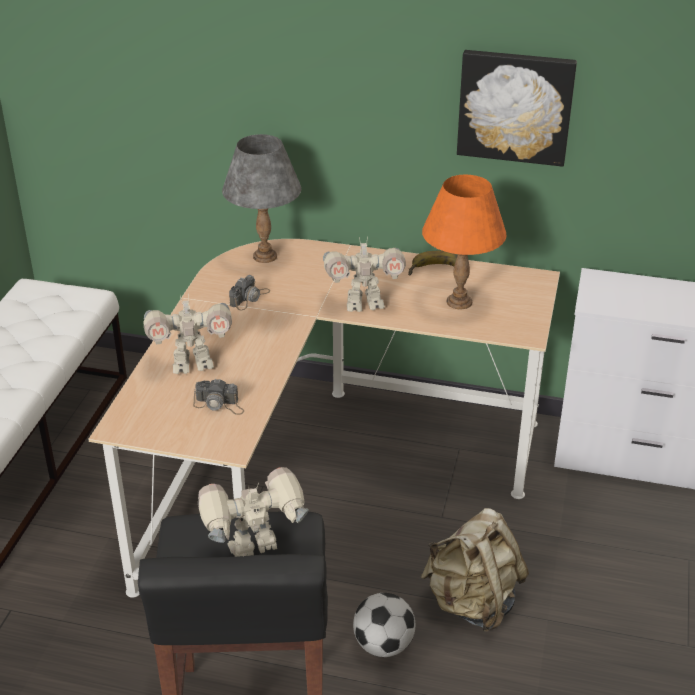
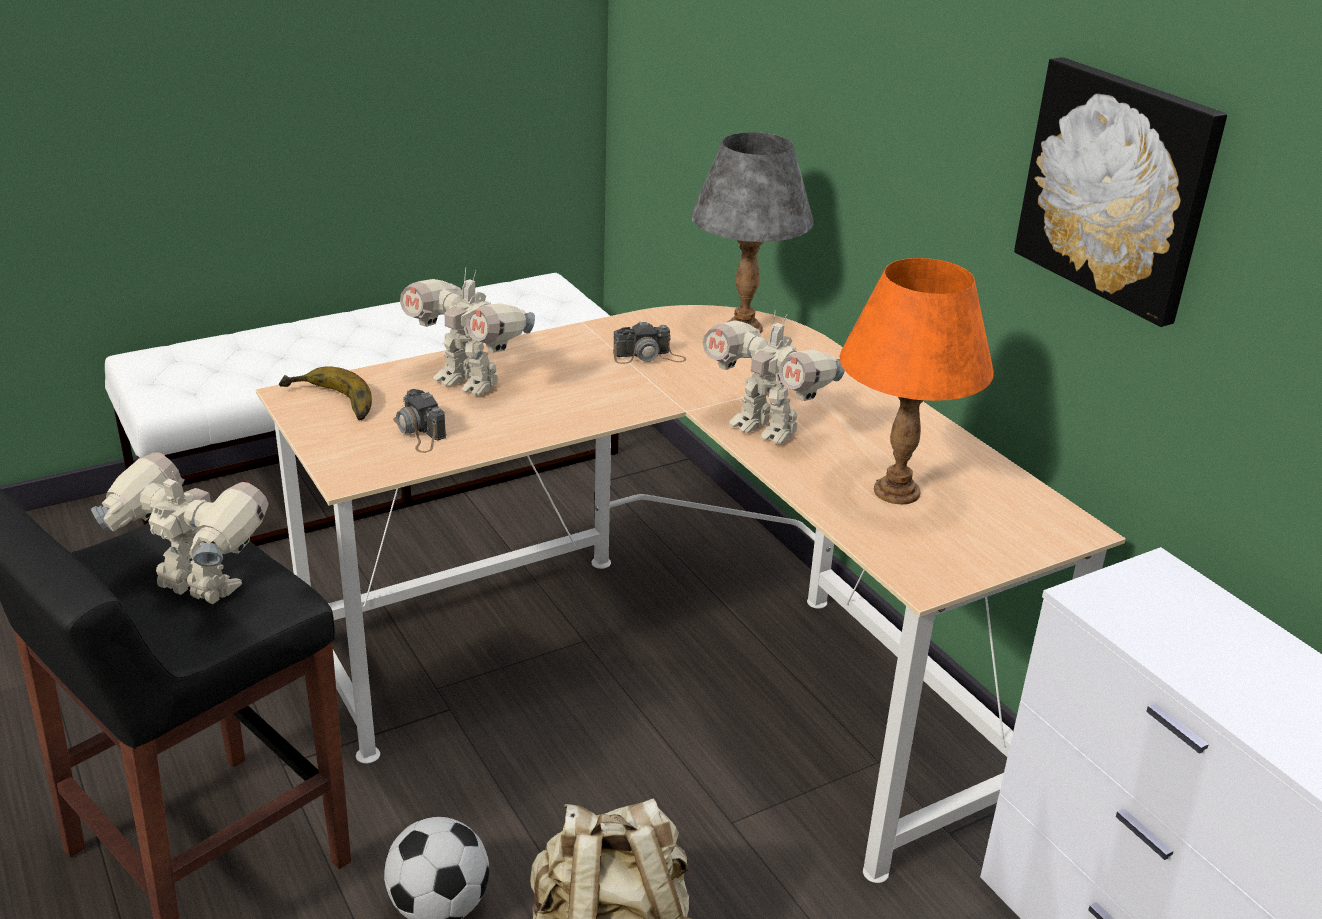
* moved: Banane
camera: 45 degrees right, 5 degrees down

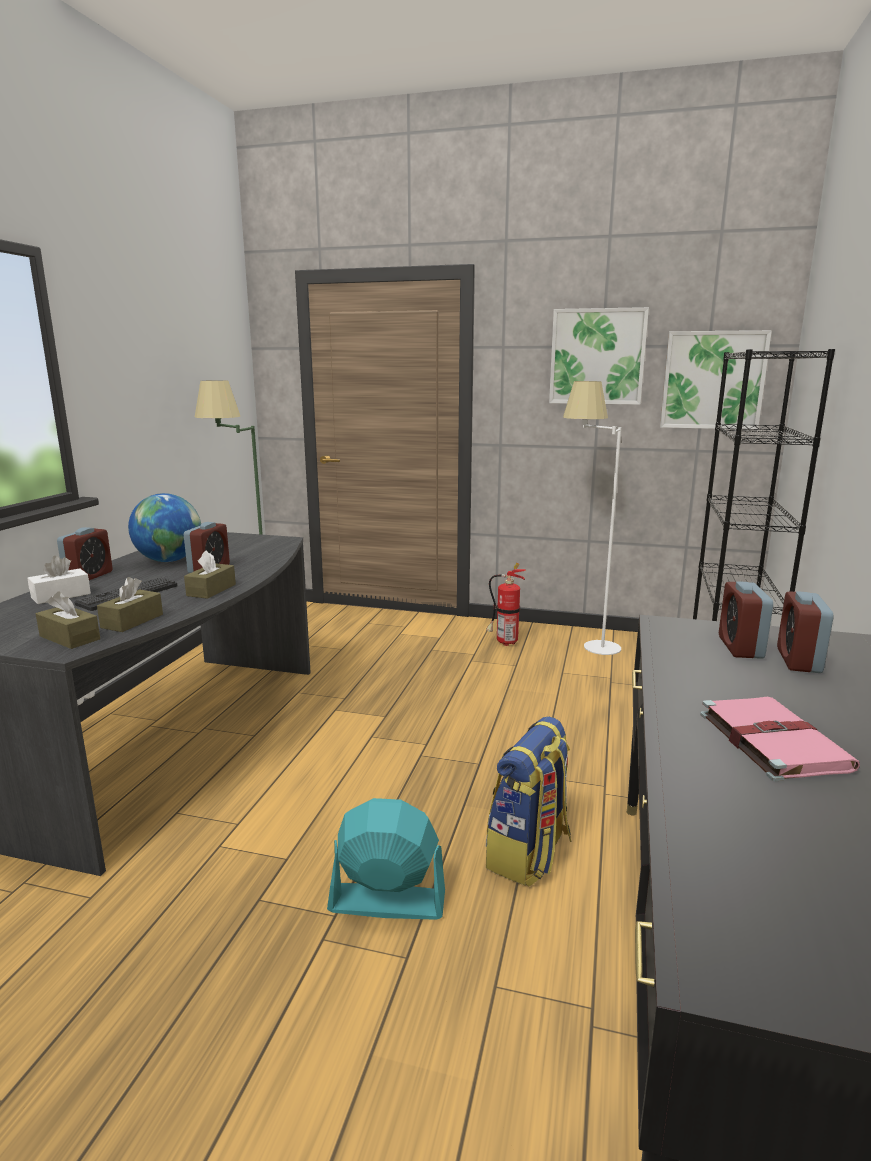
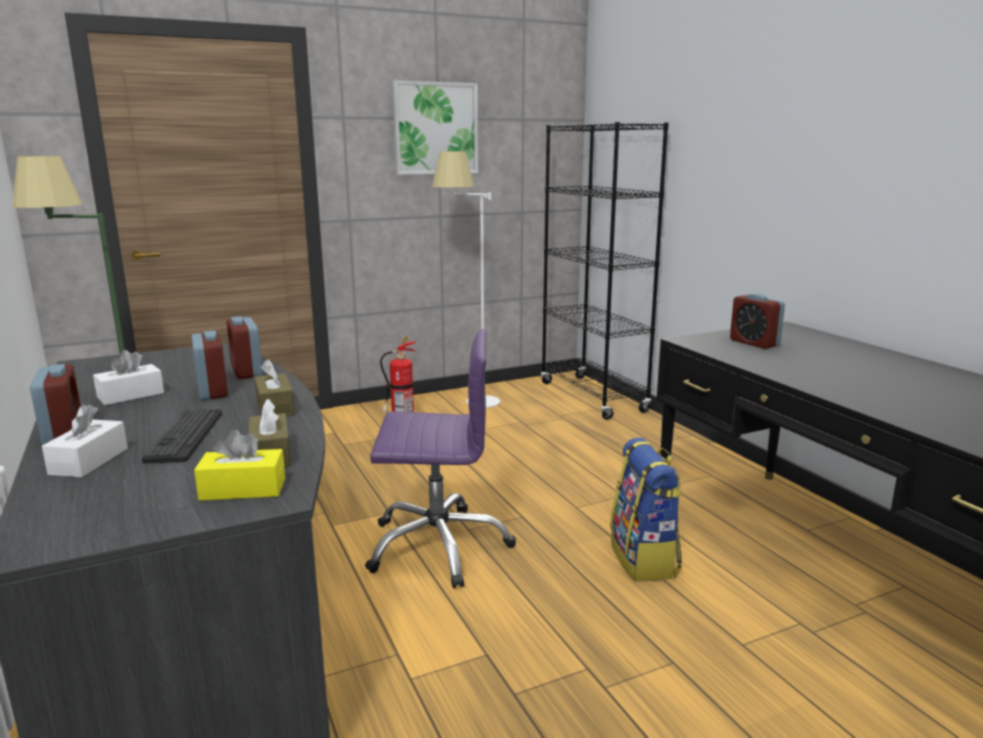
* removed: Bild (2nd from left)
* replaced: Globus to Taschentuchbox/weiß (2nd from left)
* recoloured: Taschentuchbox/braun (1st from left) to Taschentuchbox/gelb
* moved: Wecker (4th from left in the first image) to Wecker (3rd from left)
* removed: Buch/rosa
* removed: Ventilator/türkis
* added: Bürostuhl/lila
camera: 40 degrees left, 0 degrees up

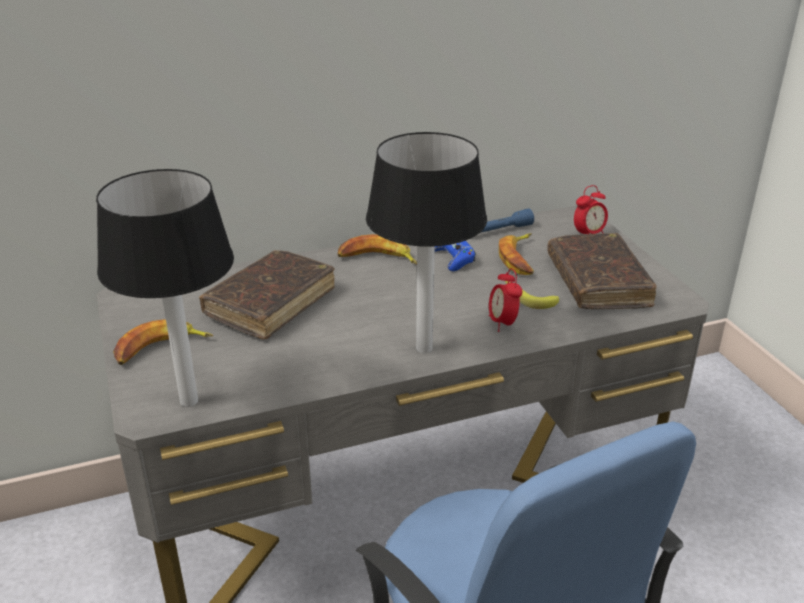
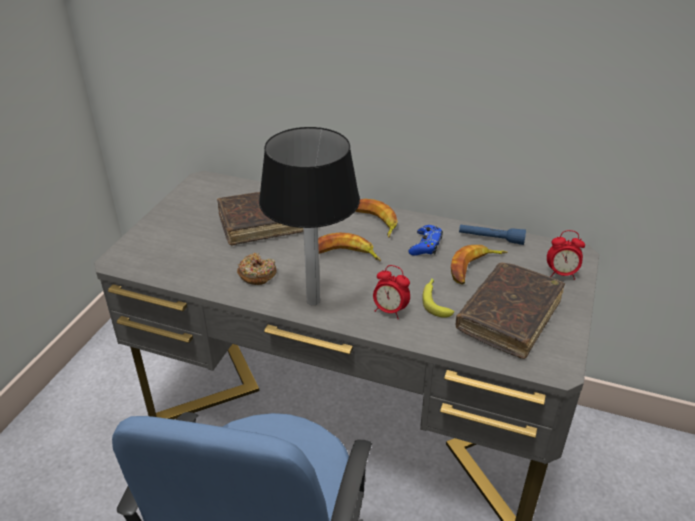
* removed: Tischlampe (1st from left)
* turned: Wecker (1st from left) 90 degrees counterclockwise
* moved: Banane (1st from left)
* added: Donut
camera: 40 degrees right, 5 degrees up

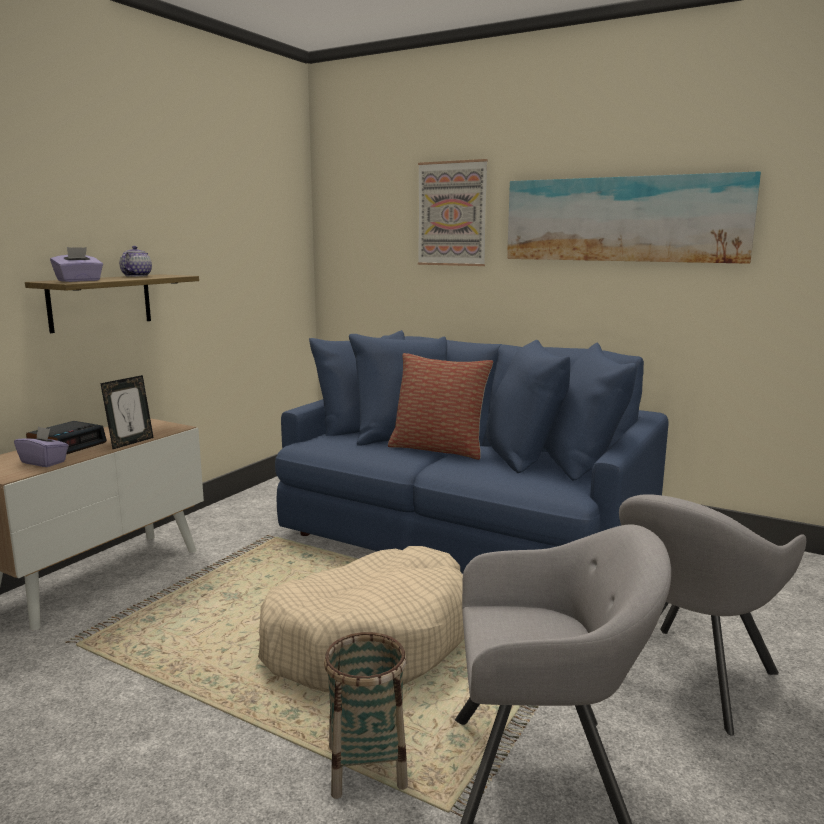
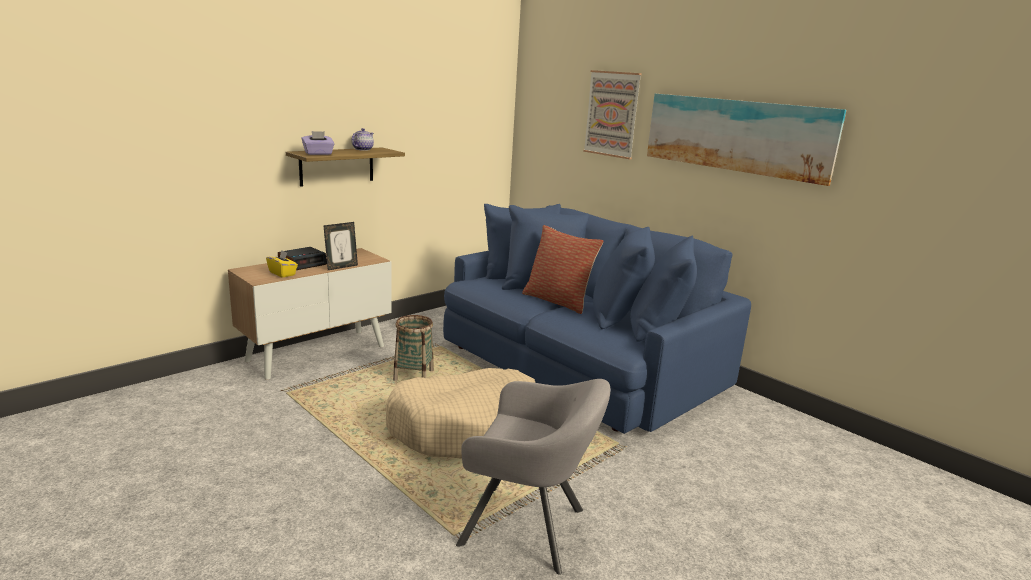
* recoloured: Taschentuchbox/lila (1st from left) to Taschentuchbox/gelb
* removed: Sessel/grau (2nd from left)
* moved: Korb
camera: 15 degrees right, 5 degrees up

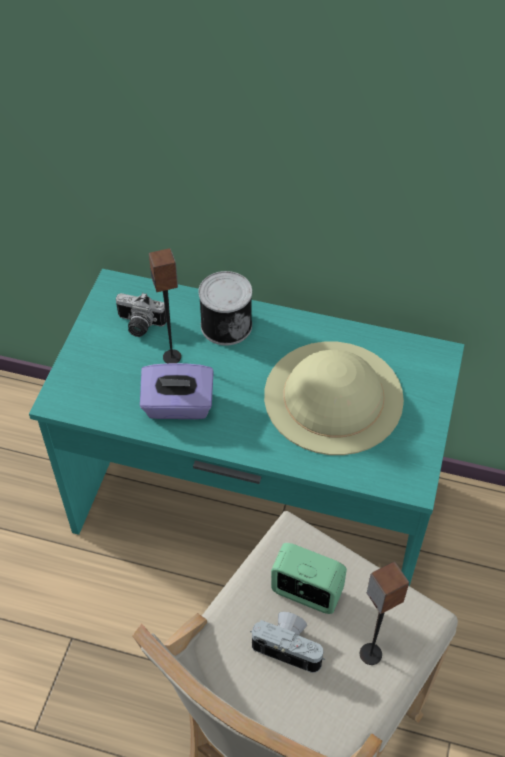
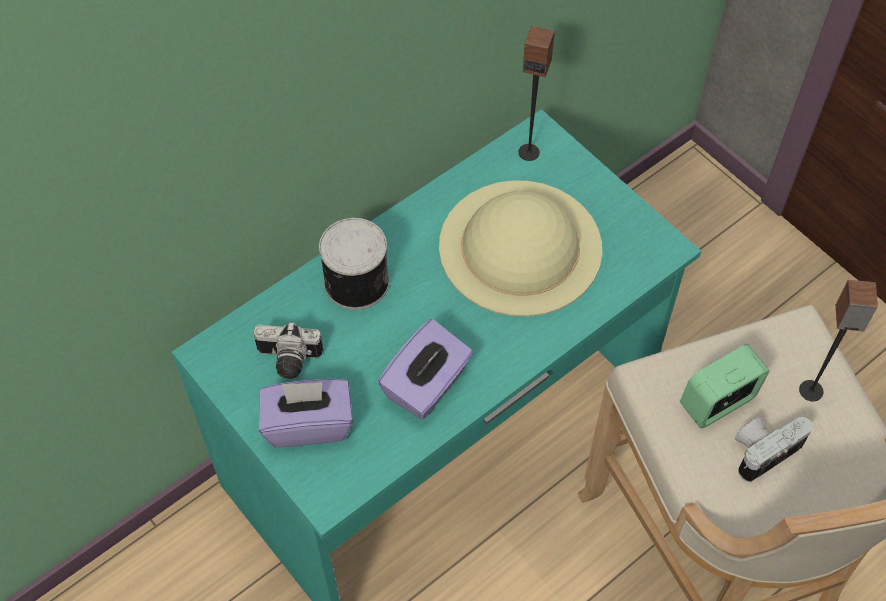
* moved: Lautsprecher (1st from left)
* turned: Kamera (1st from left) 45 degrees clockwise
* added: Taschentuchbox/lila (1st from left)
camera: 55 degrees left, 5 degrees up

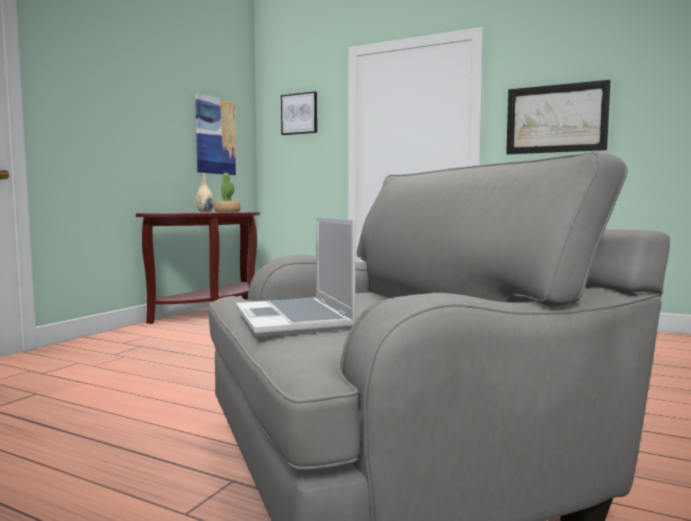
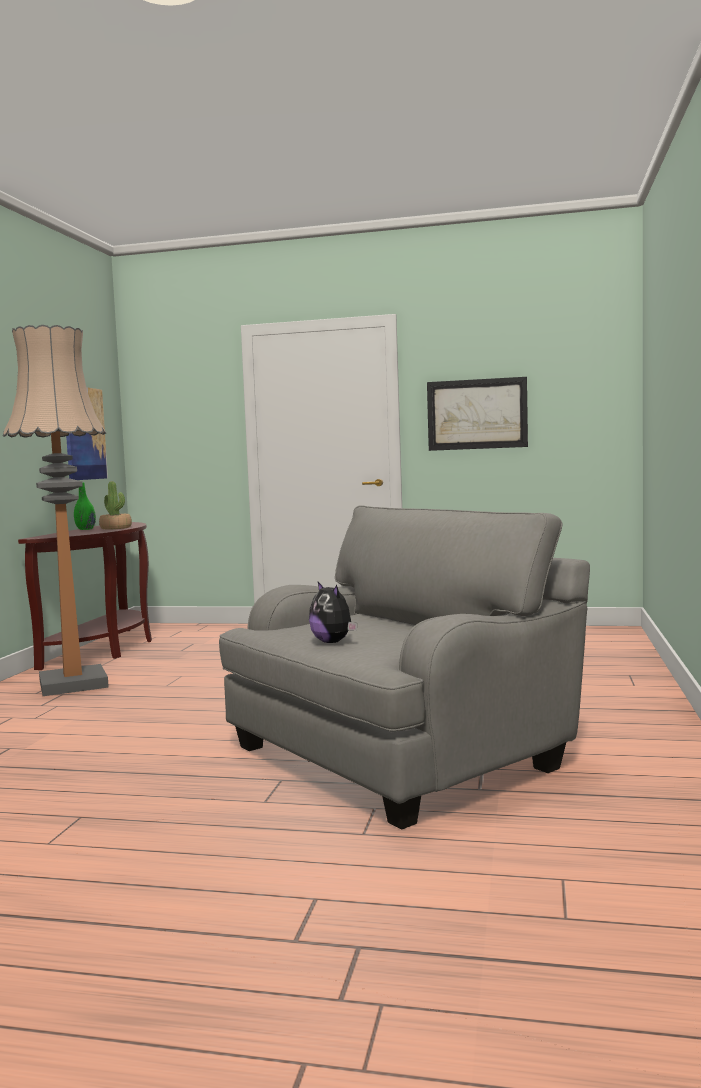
* removed: Bild (2nd from left)
* recoloured: Vase/beige to Vase/grün
* replaced: Laptop to Plüschtier
* added: Stehlampe
camera: 15 degrees left, 0 degrees up

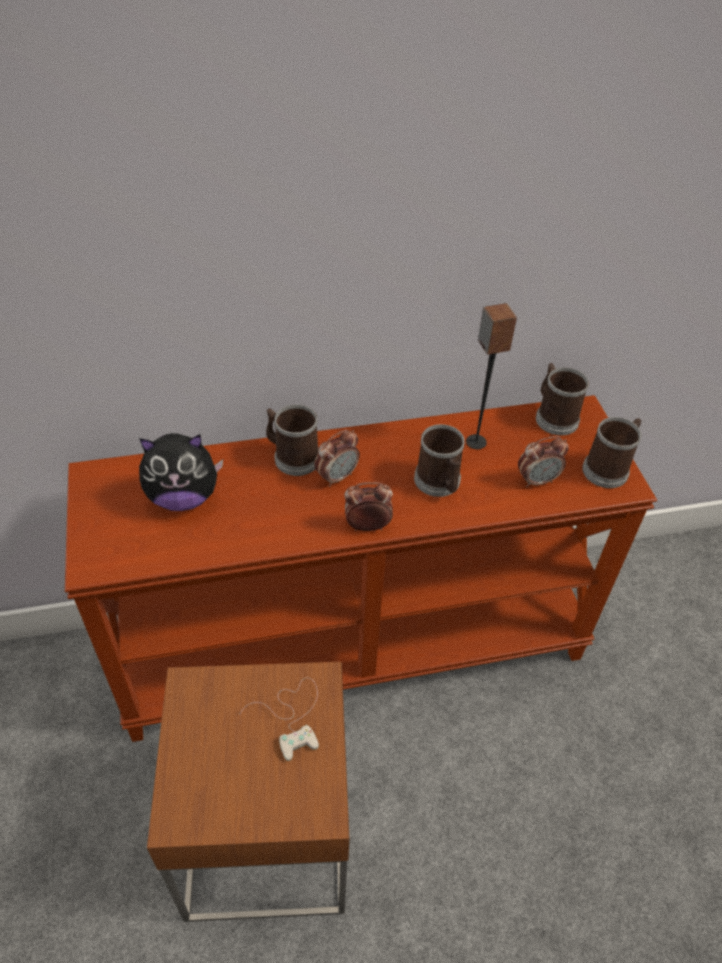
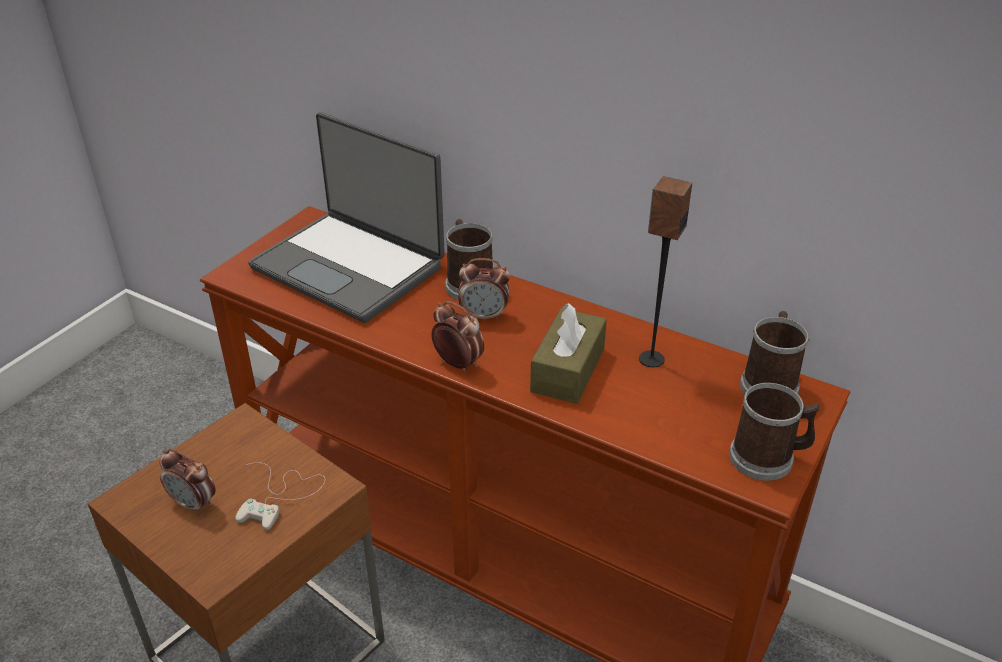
* replaced: Henkelbecher (2nd from left) to Taschentuchbox/braun
* replaced: Plüschtier to Laptop
* moved: Wecker (3rd from left in the first image) to Wecker (1st from left)
camera: 45 degrees right, 10 degrees down

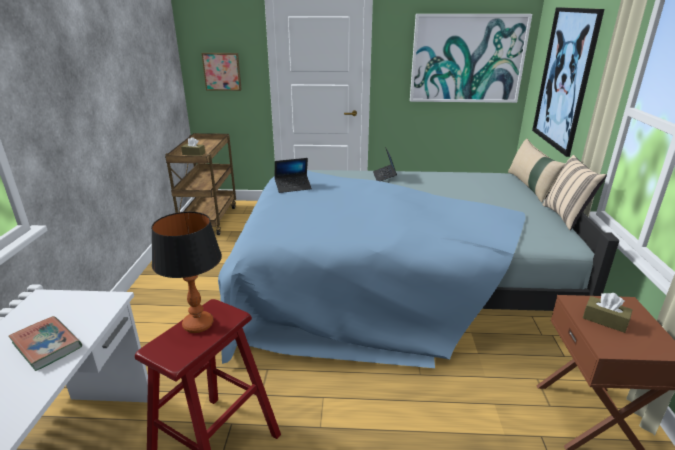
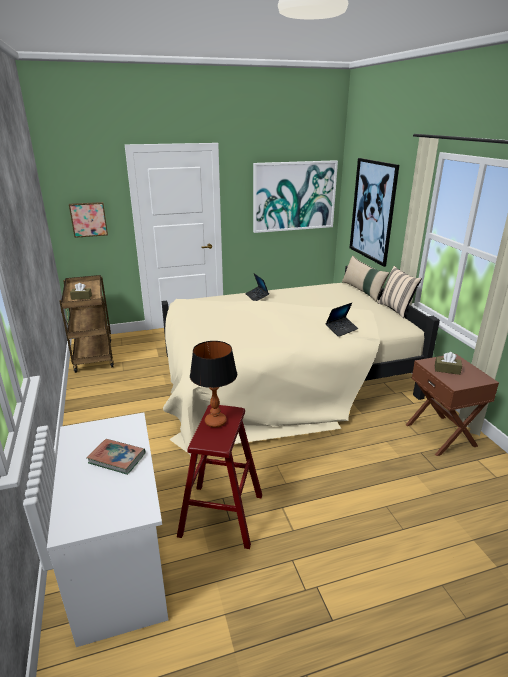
* moved: Laptop (1st from left in the first image) to Laptop (2nd from left)
* recoloured: Bett/blau to Bett/beige
camera: 20 degrees left, 0 degrees up

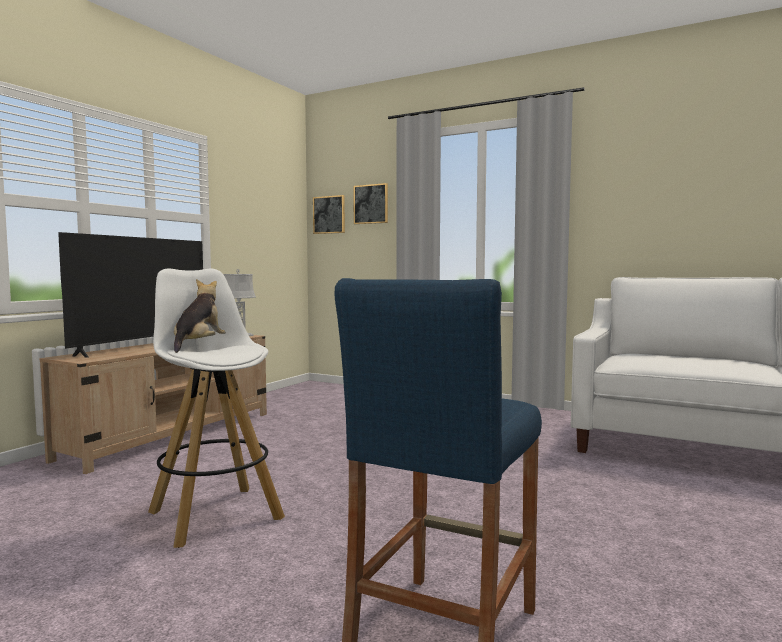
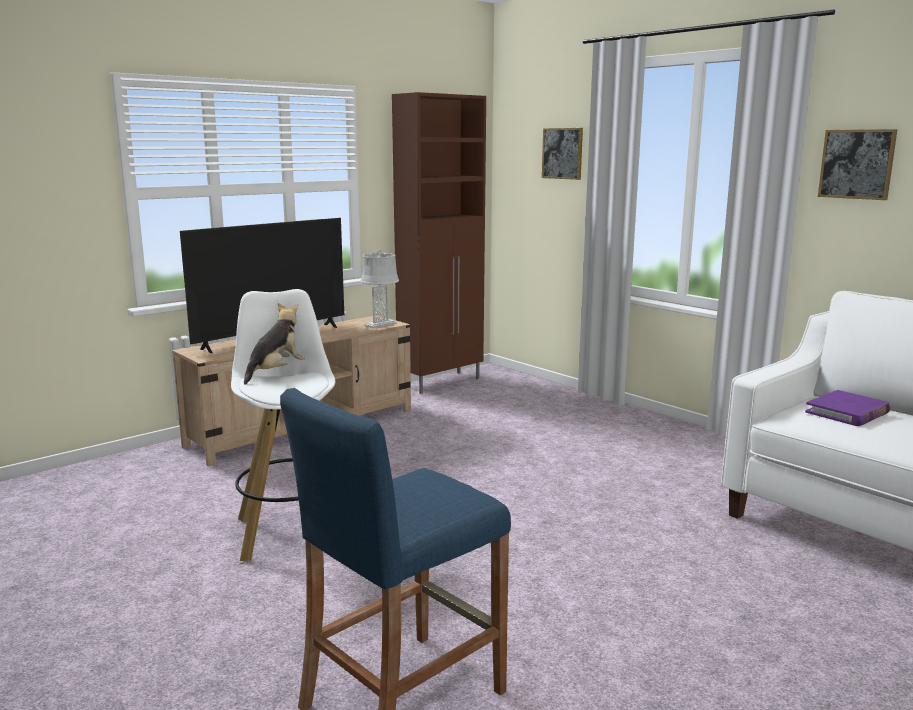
* moved: Bild (1st from left in the first image) to Bild (2nd from left)
* added: Schrank/braun
* added: Buch/lila
camera: 20 degrees right, 10 degrees up

